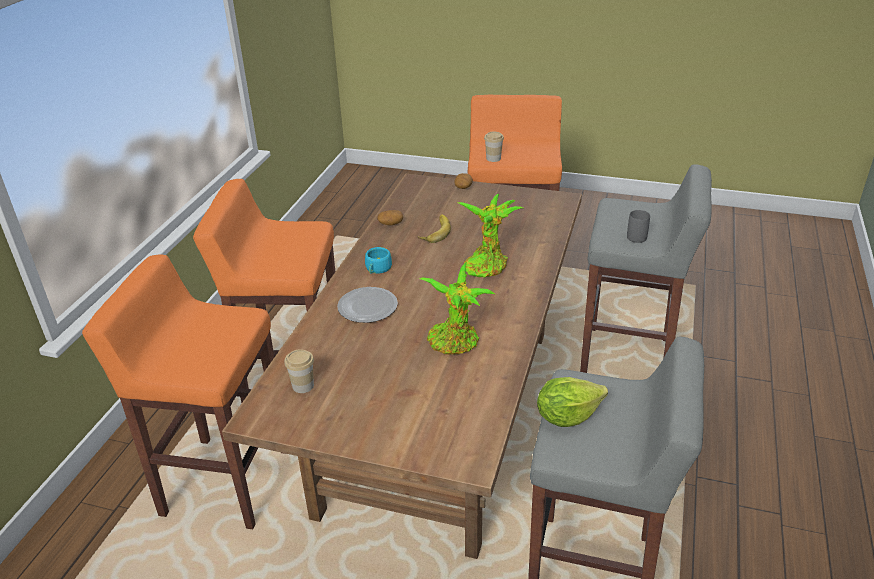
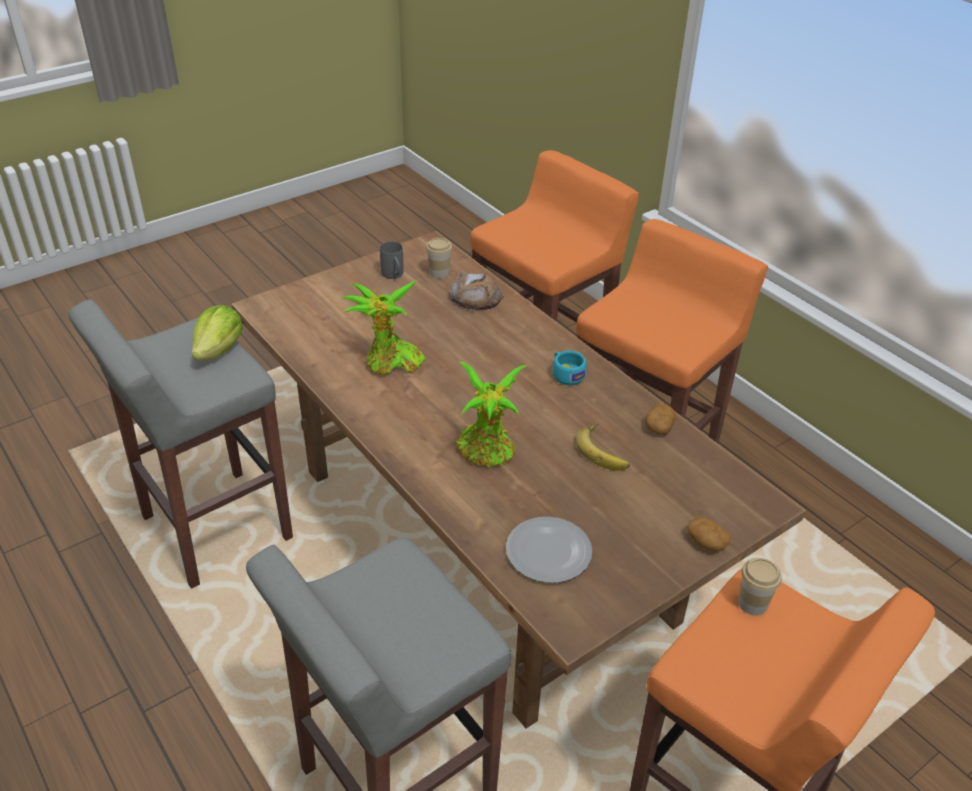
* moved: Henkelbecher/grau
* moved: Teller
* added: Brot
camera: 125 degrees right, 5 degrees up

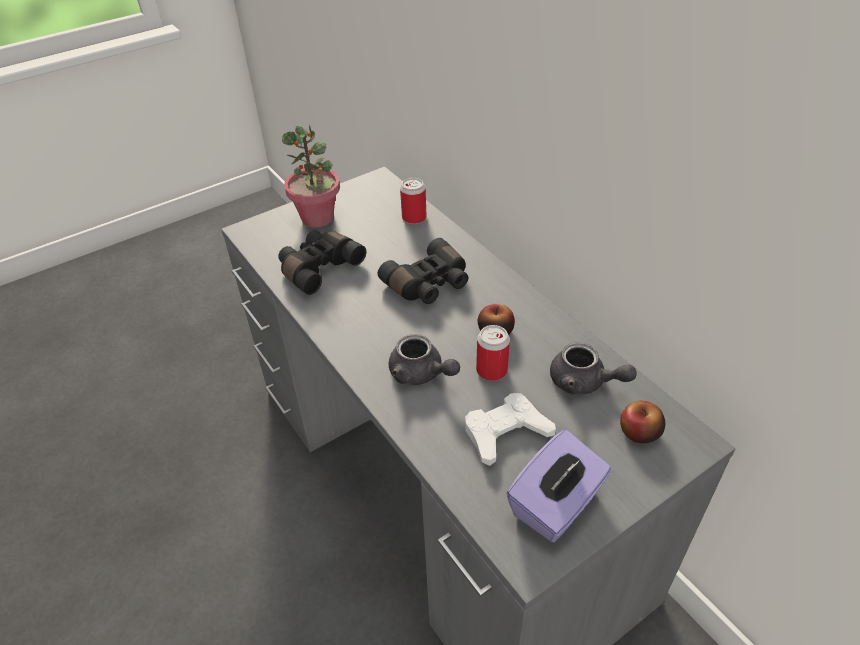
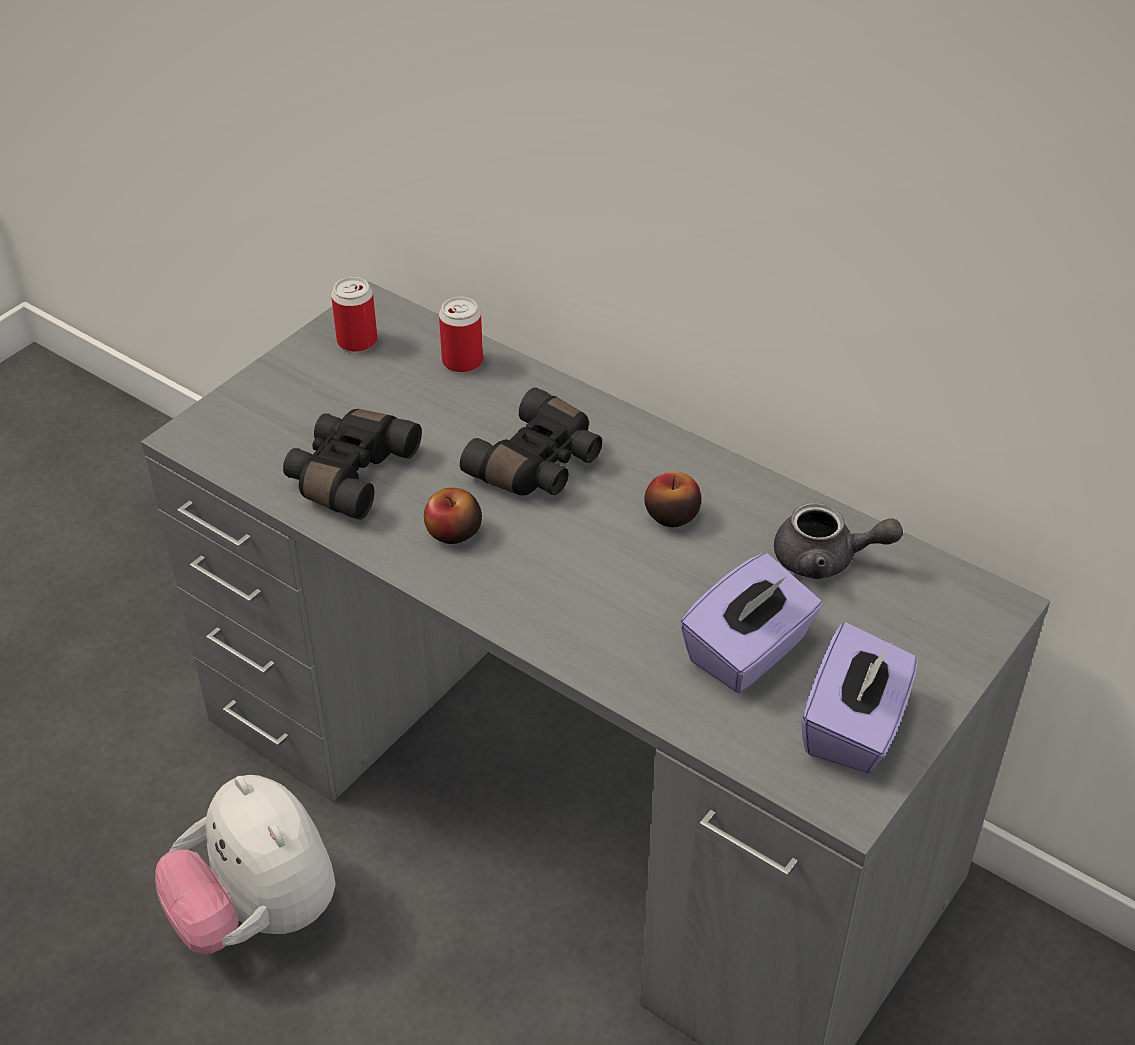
* removed: Topfpflanze
* moved: Dose (2nd from left in the first image) to Dose (1st from left)
* removed: Teekanne/grau (1st from left)
* replaced: Gamepad/weiß to Taschentuchbox/lila (1st from left)
* moved: Apfel (2nd from left in the first image) to Apfel (1st from left)
* added: Plüschtier
camera: 20 degrees left, 0 degrees up

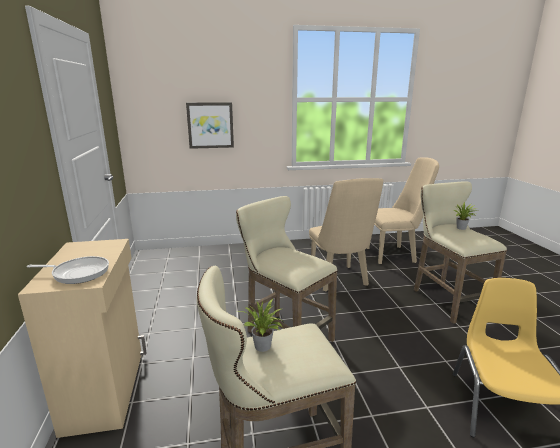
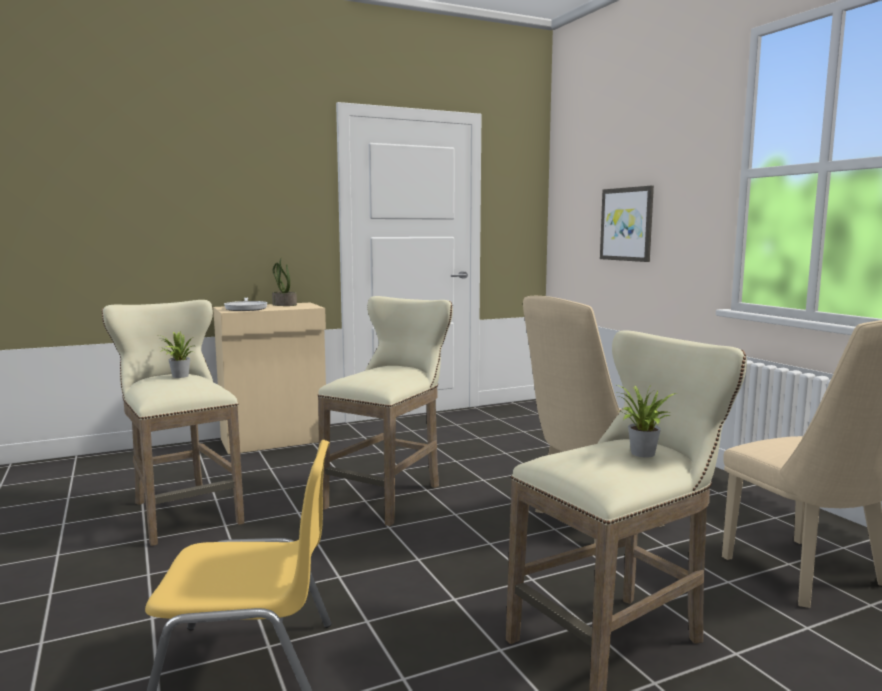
* added: Topfpflanze (2nd from left)
camera: 75 degrees right, 10 degrees down

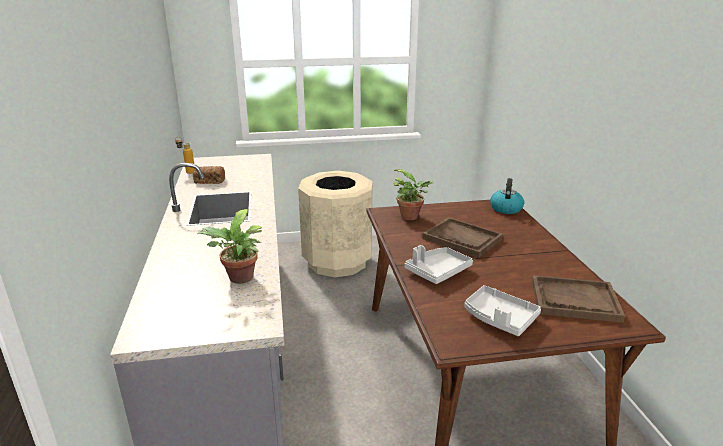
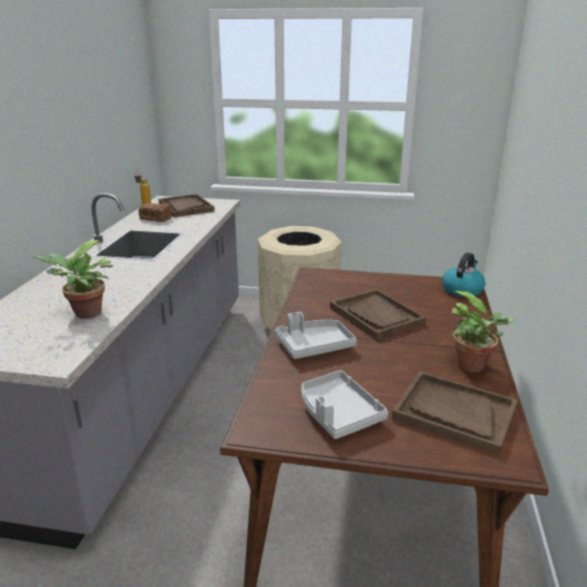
* moved: Topfpflanze (2nd from left)
* added: Tablett/braun (1st from left)
camera: 20 degrees right, 0 degrees up

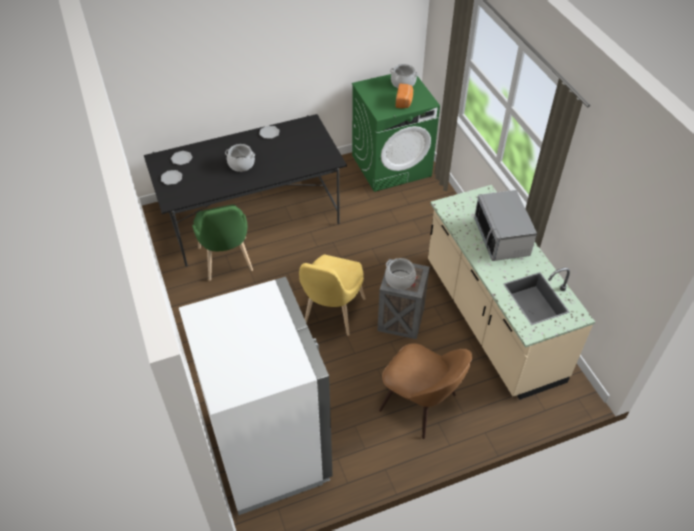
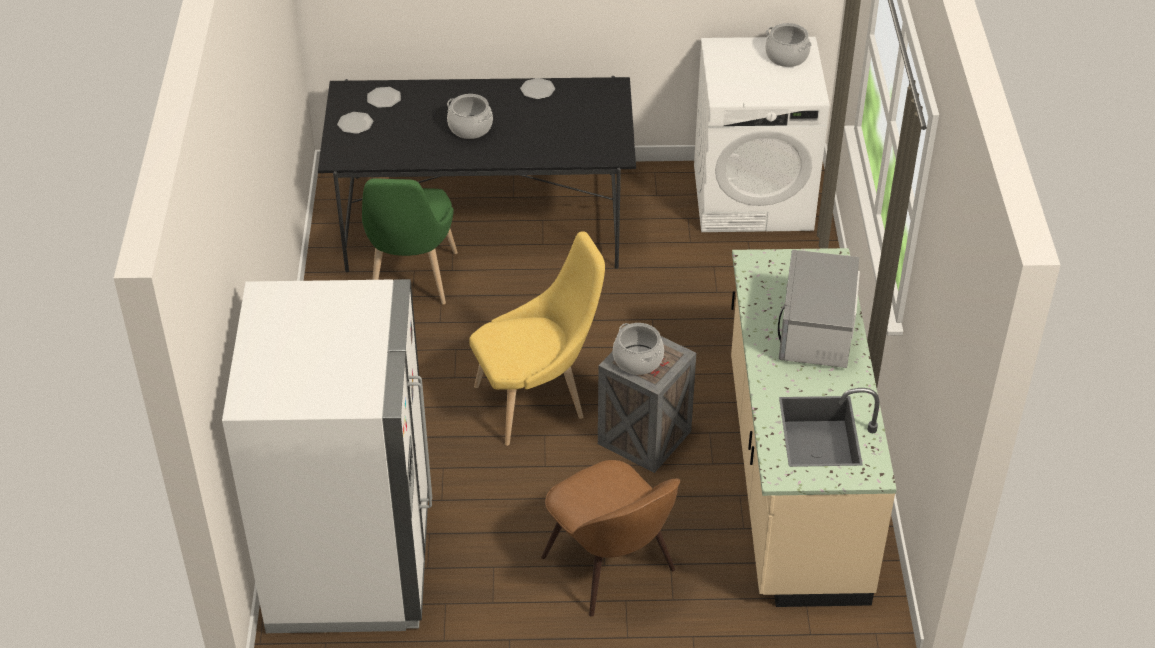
* recoloured: Waschmaschine/grün to Waschmaschine/weiß
* removed: Brot
* turned: Stuhl/gelb 150 degrees counterclockwise
camera: 20 degrees right, 5 degrees down

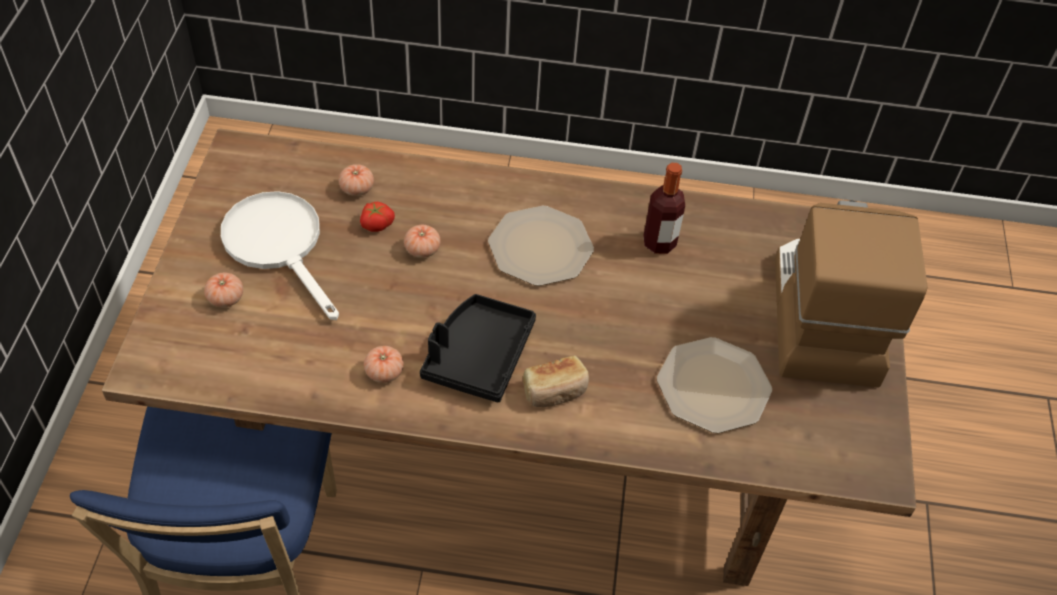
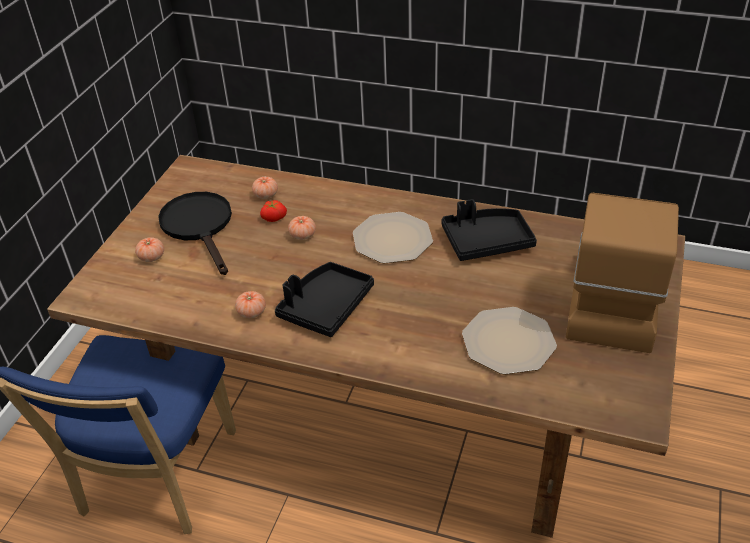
* replaced: Flasche to Tablett/schwarz (2nd from left)
* recoloured: Pfanne/weiß to Pfanne/schwarz
* removed: Brot
camera: 15 degrees right, 10 degrees down

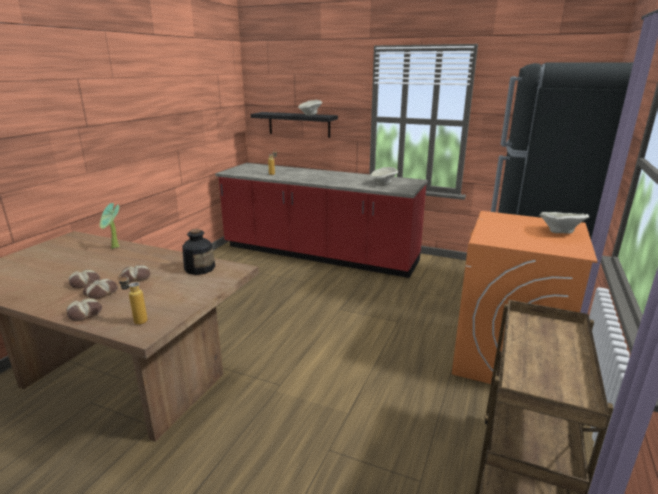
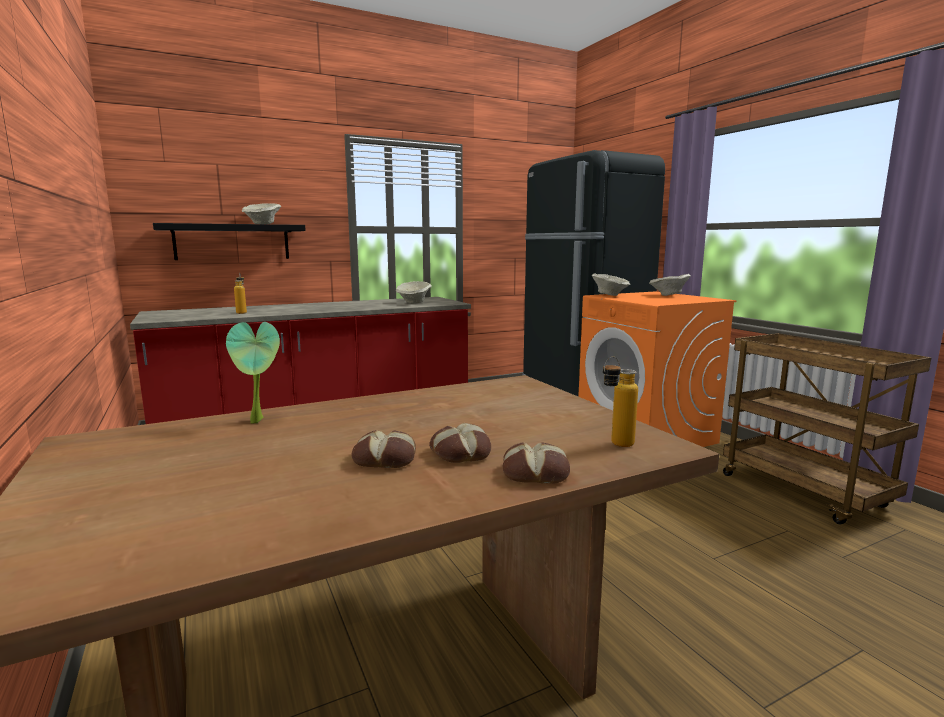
* removed: Flasche (2nd from left)
* removed: Brot (4th from left)
* added: Schüssel/beige (3rd from left)
camera: 50 degrees left, 10 degrees down

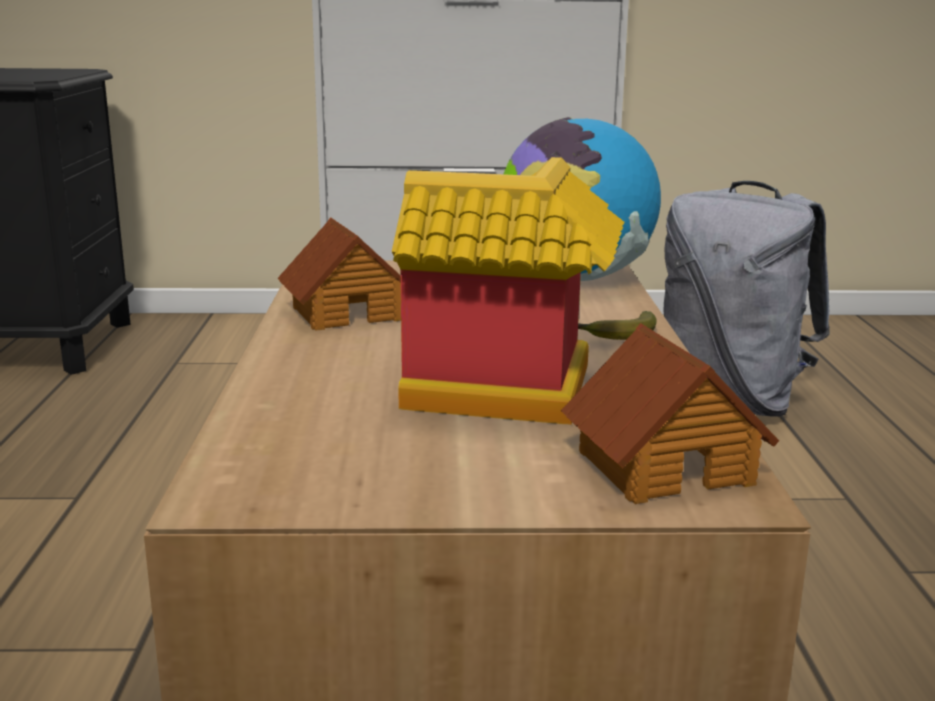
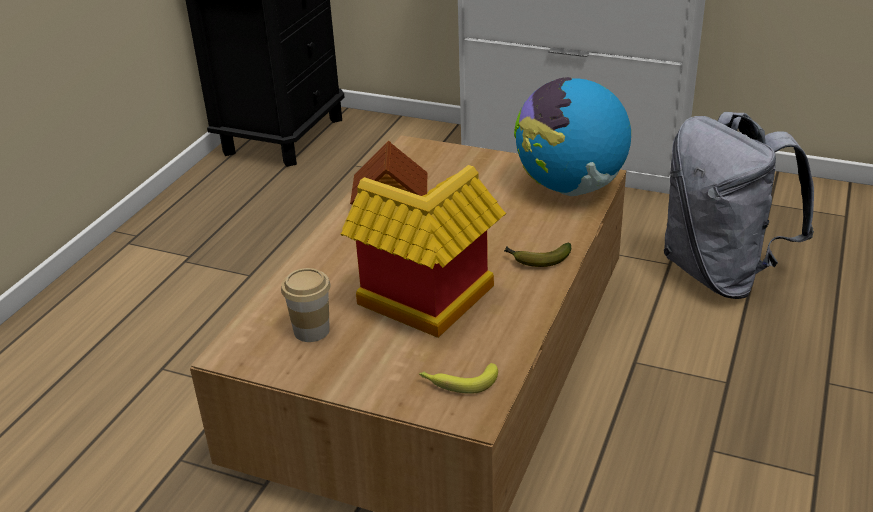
* replaced: Spielzeughaus (3rd from left) to Banane (1st from left)
* added: Tasse
camera: 25 degrees right, 15 degrees up

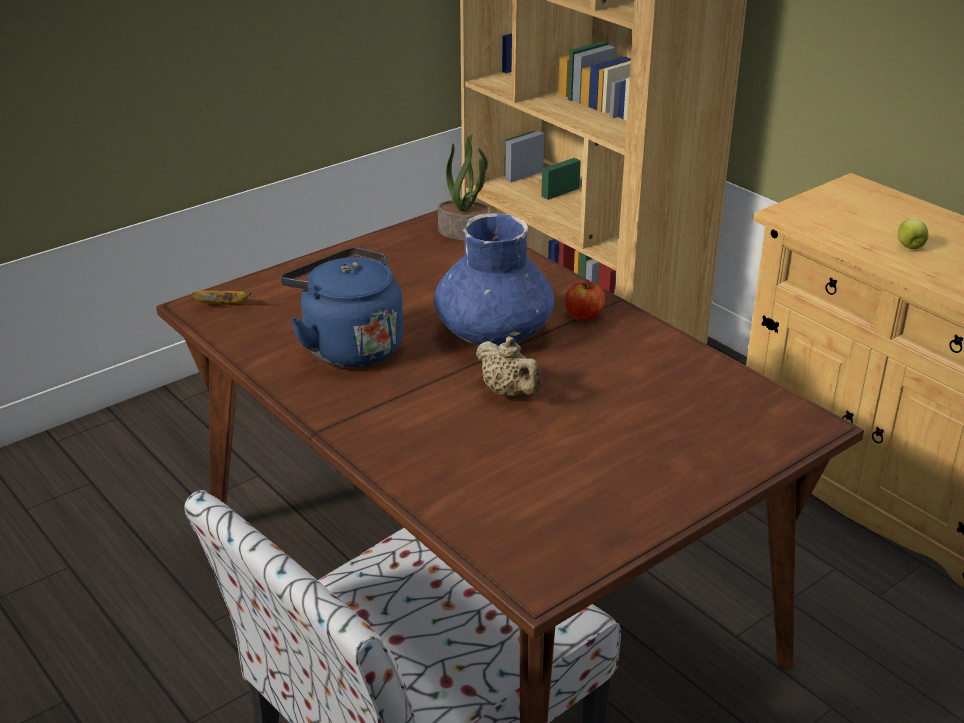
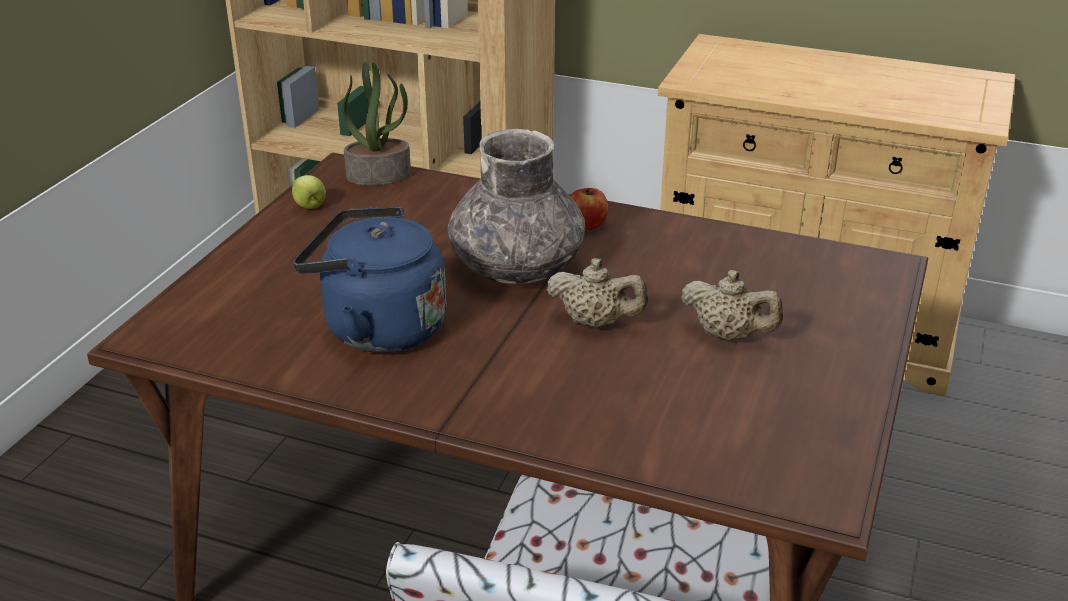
* recoloured: Vase/blau to Vase/grau
* moved: Apfel (2nd from left in the first image) to Apfel (1st from left)
* removed: Banane
* added: Teekanne/beige (2nd from left)
camera: 30 degrees left, 0 degrees up

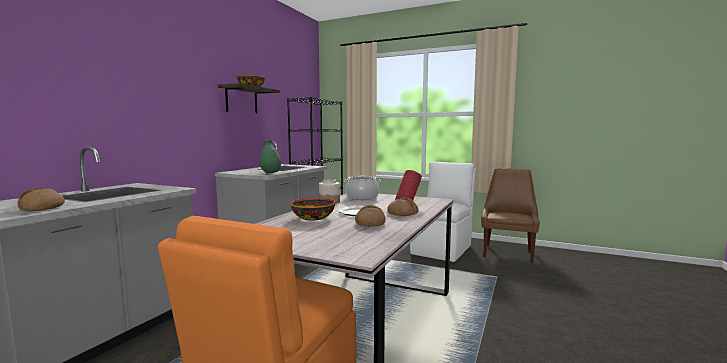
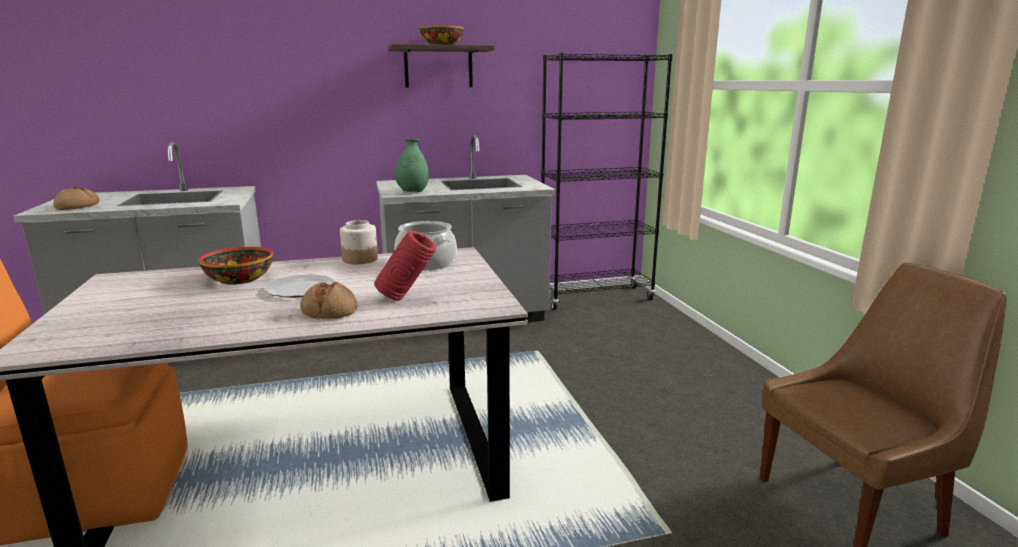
* removed: Stuhl/weiß
* removed: Brot (2nd from left)
camera: 50 degrees right, 10 degrees up

